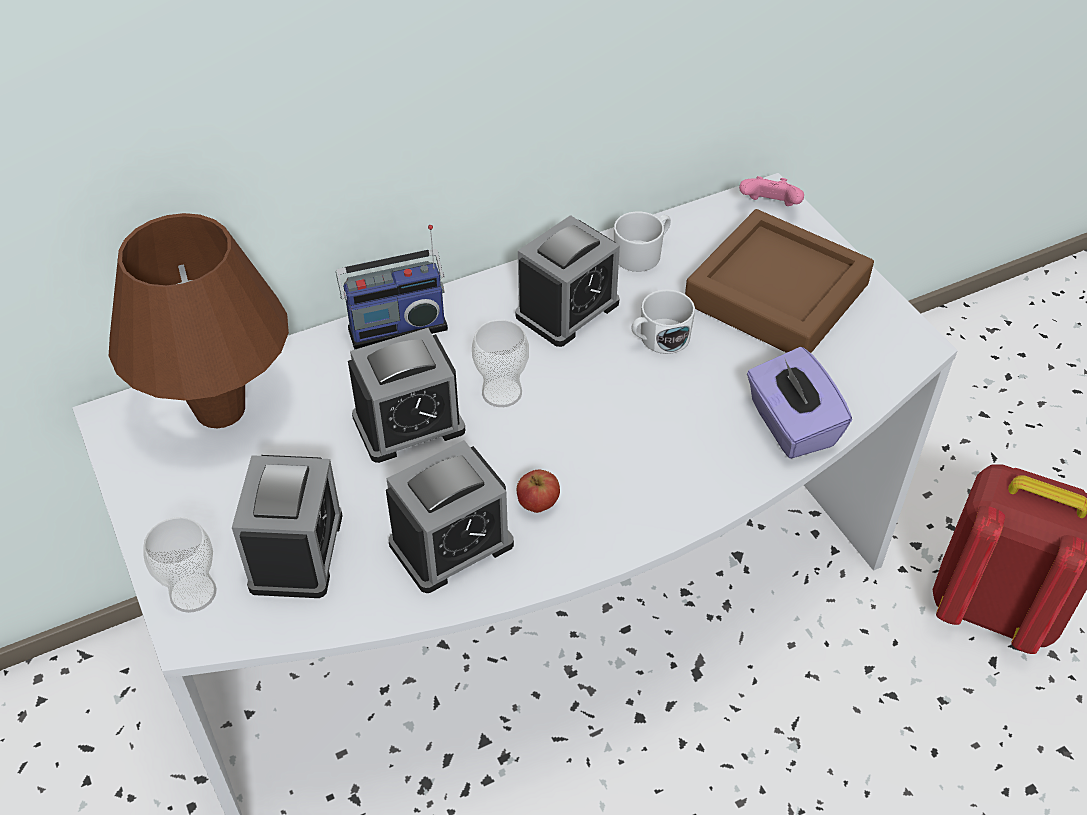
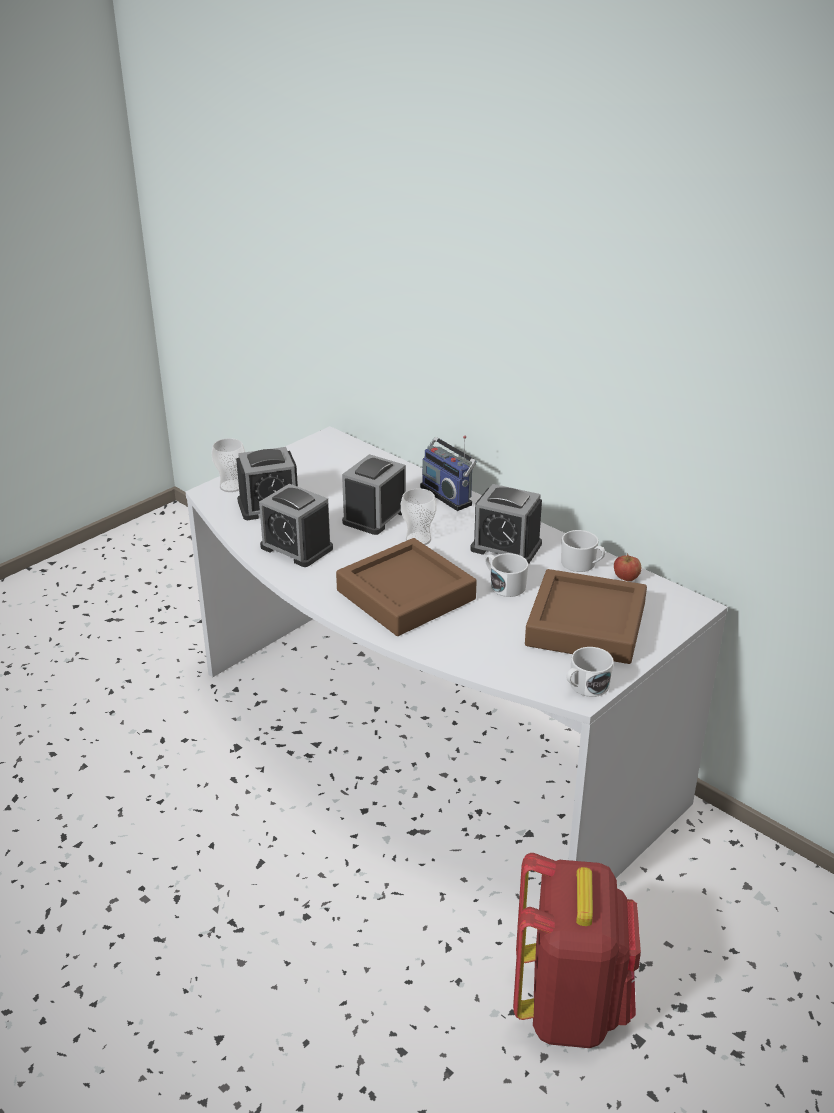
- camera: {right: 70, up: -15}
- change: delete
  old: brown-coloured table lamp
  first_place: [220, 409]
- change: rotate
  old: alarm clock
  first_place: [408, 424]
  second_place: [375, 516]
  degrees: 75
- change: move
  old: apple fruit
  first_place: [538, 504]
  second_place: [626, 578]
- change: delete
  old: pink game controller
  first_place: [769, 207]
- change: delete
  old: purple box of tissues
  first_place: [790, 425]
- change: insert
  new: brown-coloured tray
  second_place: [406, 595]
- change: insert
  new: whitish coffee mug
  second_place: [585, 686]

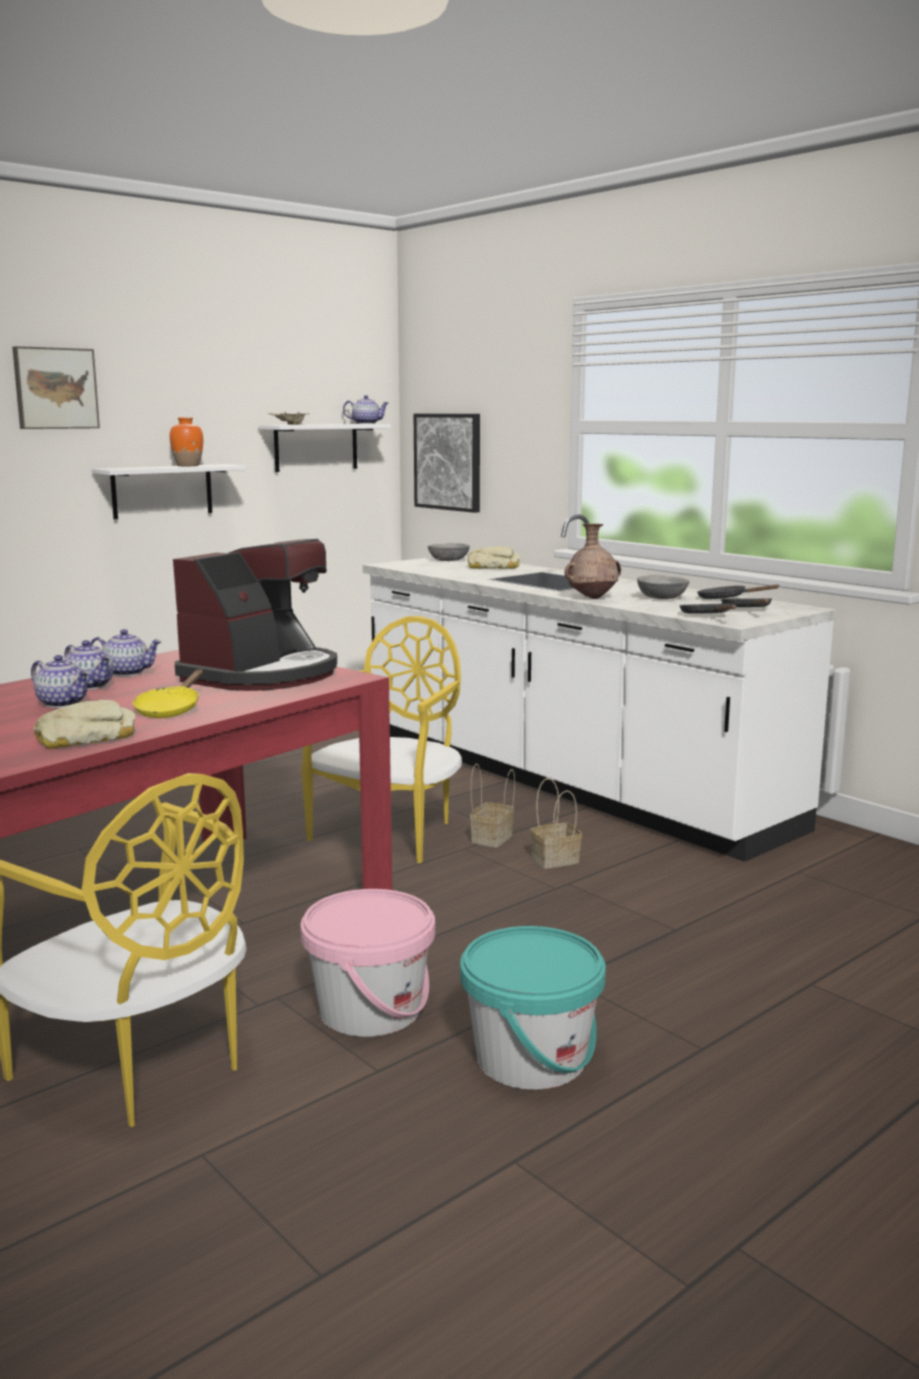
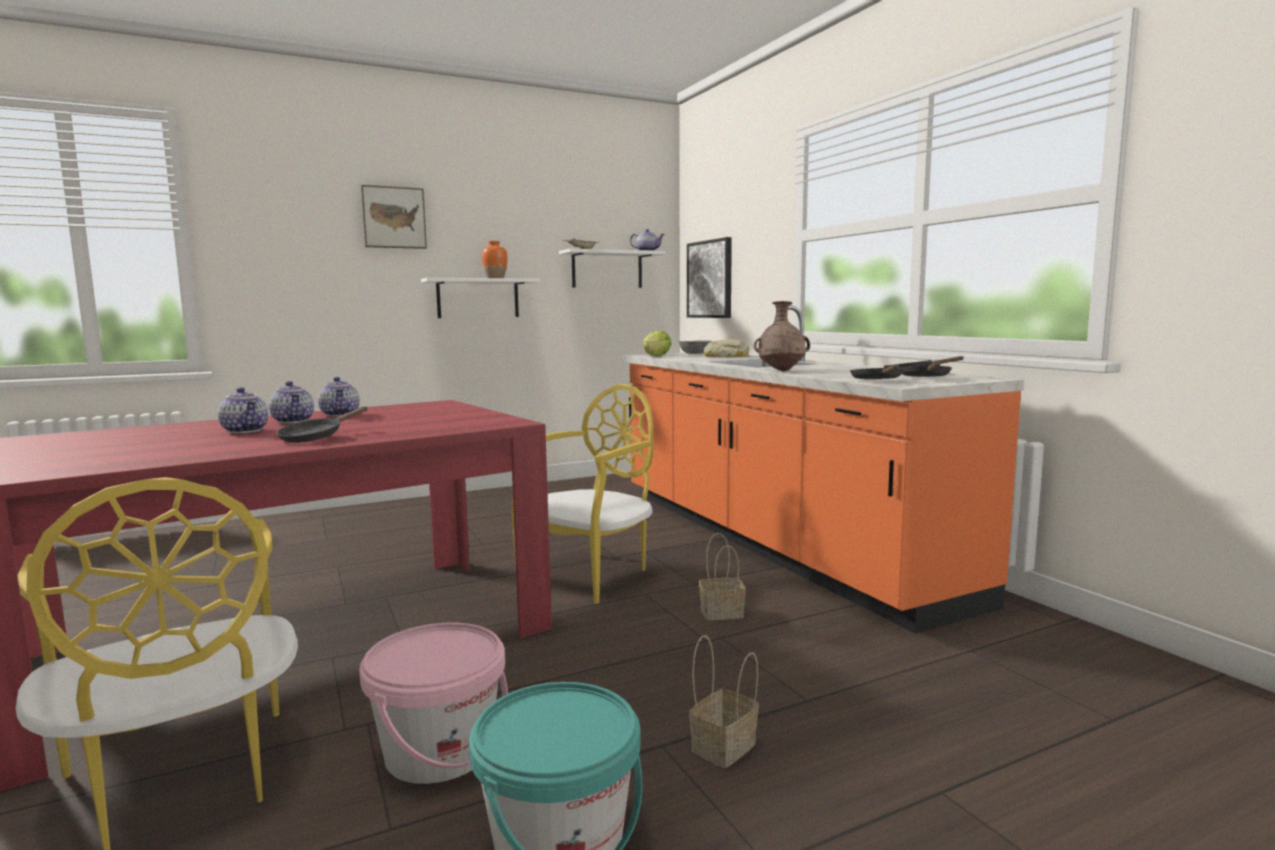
- camera: {right: 15, up: -5}
- change: delete
  old: bread
  first_place: [86, 738]
- change: rotate
  old: teapot
  first_place: [127, 673]
  second_place: [341, 414]
  degrees: 45
- change: recolor
  old: yellow-coloured frying pan
  new: black frying pan
  first_place: [170, 709]
  second_place: [316, 437]
- change: delete
  old: coffee machine
  first_place: [262, 675]
- change: recolor
  old: whitish kitchen base unit
  new: orangey kitchen base unit
  first_place: [564, 780]
  second_place: [772, 541]
- change: move
  old: household basket
  first_place: [492, 839]
  second_place: [723, 748]
- change: delete
  old: gray deep dish
  first_place: [661, 598]
- change: insert
  new: head of lettuce
  second_place: [656, 356]

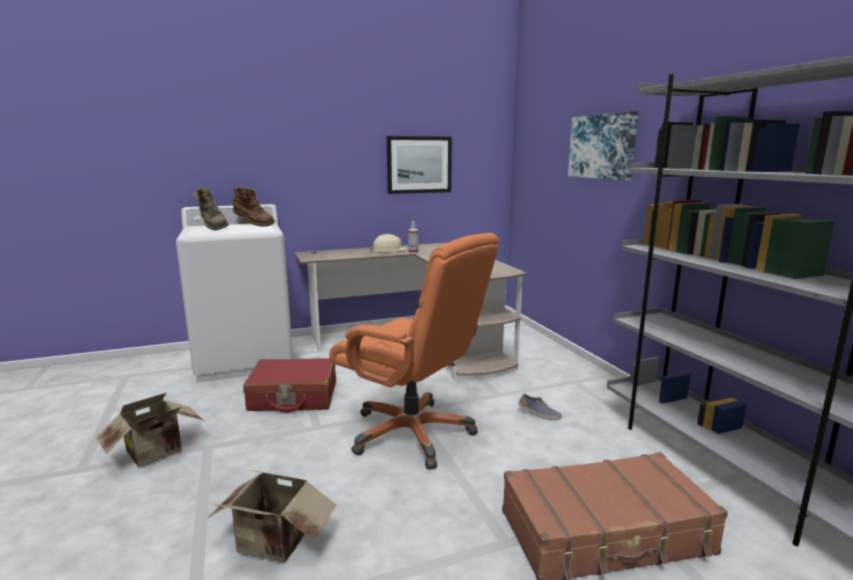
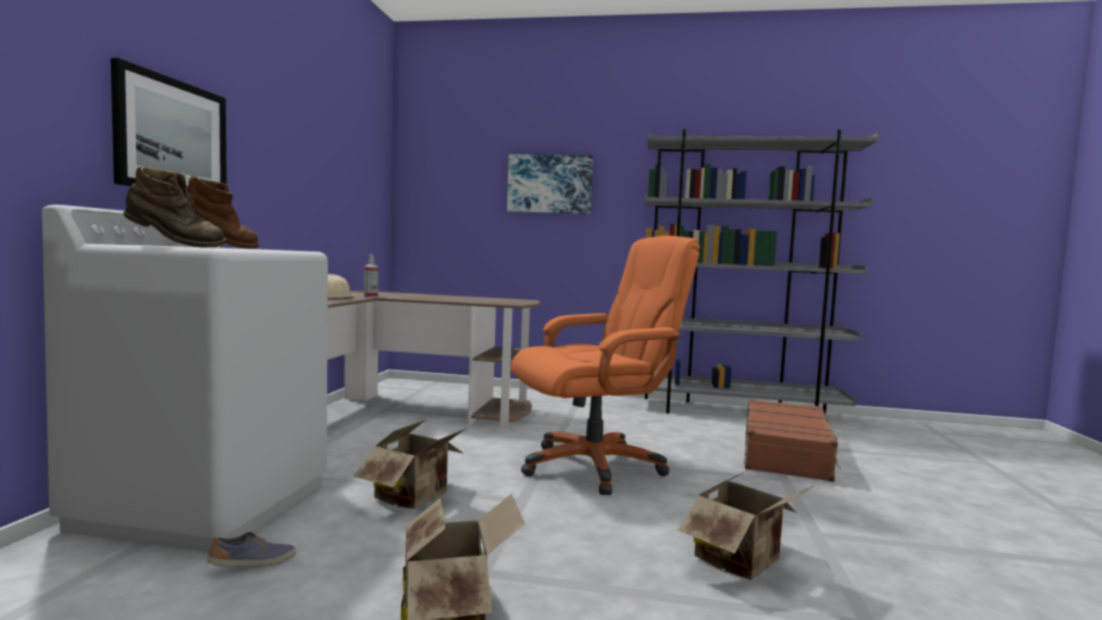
- camera: {right: -60, up: -10}
- change: replace
  old: red suitcase
  new: cardboard box
  first_place: [293, 397]
  second_place: [417, 497]
- change: move
  old: picture
  first_place: [419, 165]
  second_place: [172, 136]
- change: move
  old: low shoe
  first_place: [539, 414]
  second_place: [253, 565]

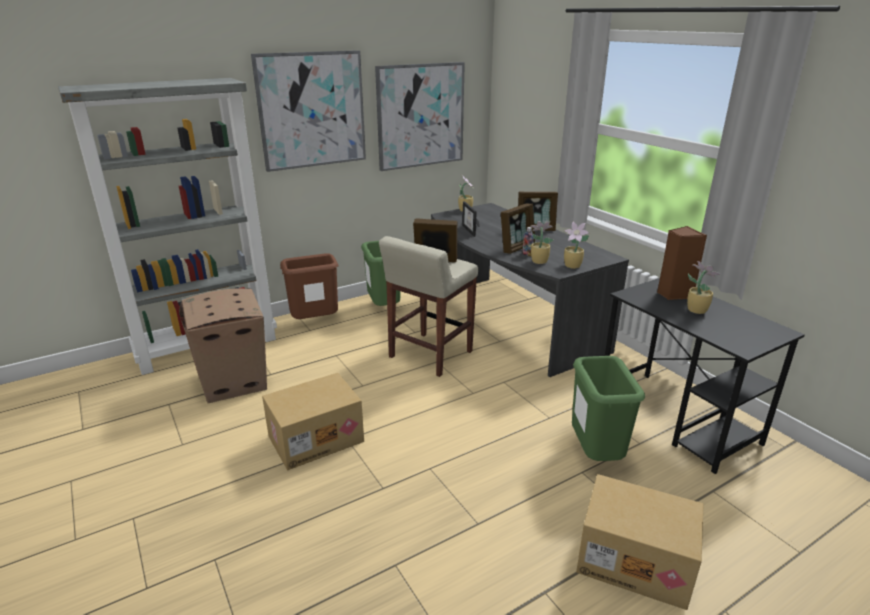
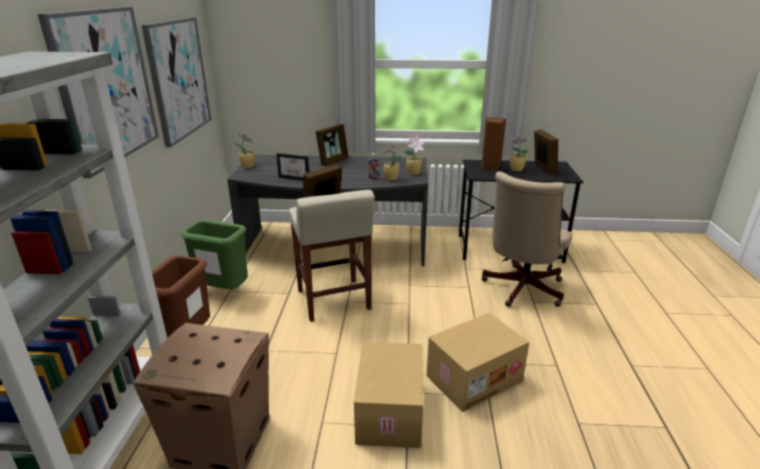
- camera: {right: -55, up: 0}
- change: move
  old: photo frame
  first_place: [517, 247]
  second_place: [543, 169]
- change: replace
  old: greenish trash can
  new: beige-coloured office chair
  first_place: [594, 455]
  second_place: [520, 290]
- change: move
  old: cardboard box
  first_place: [635, 560]
  second_place: [474, 377]

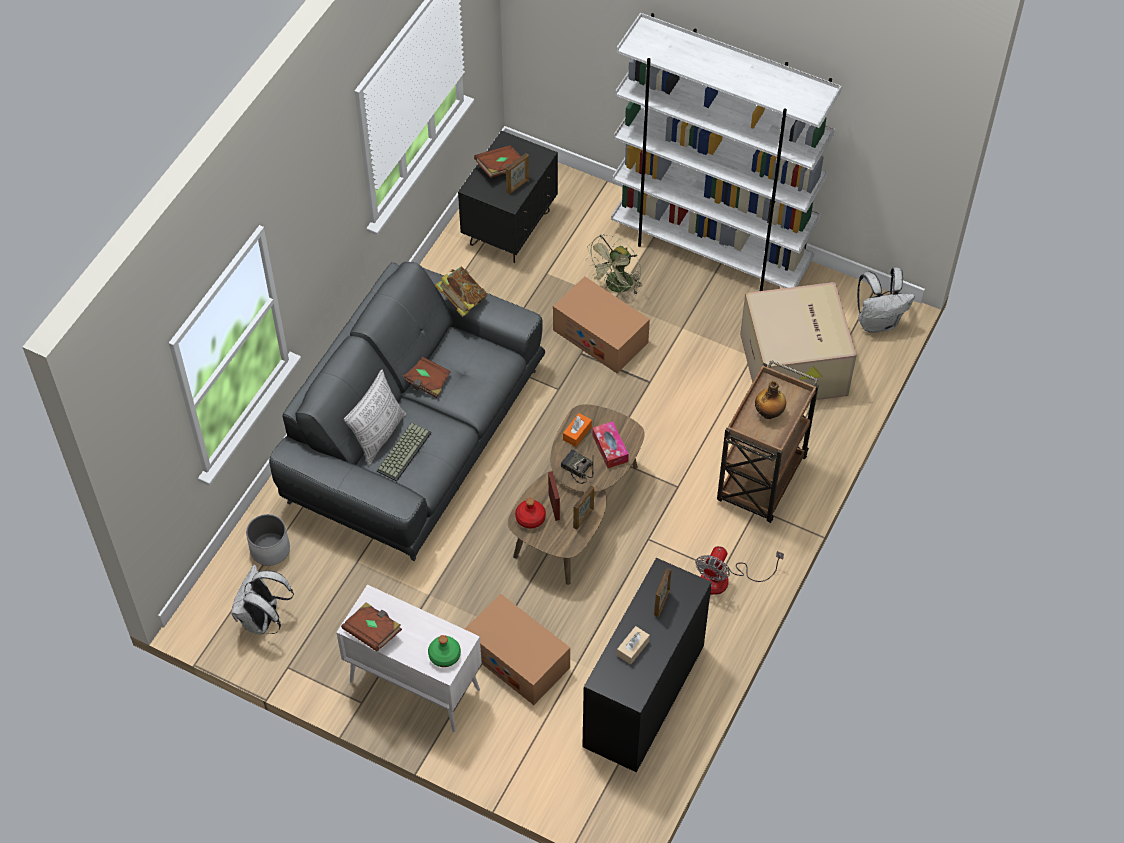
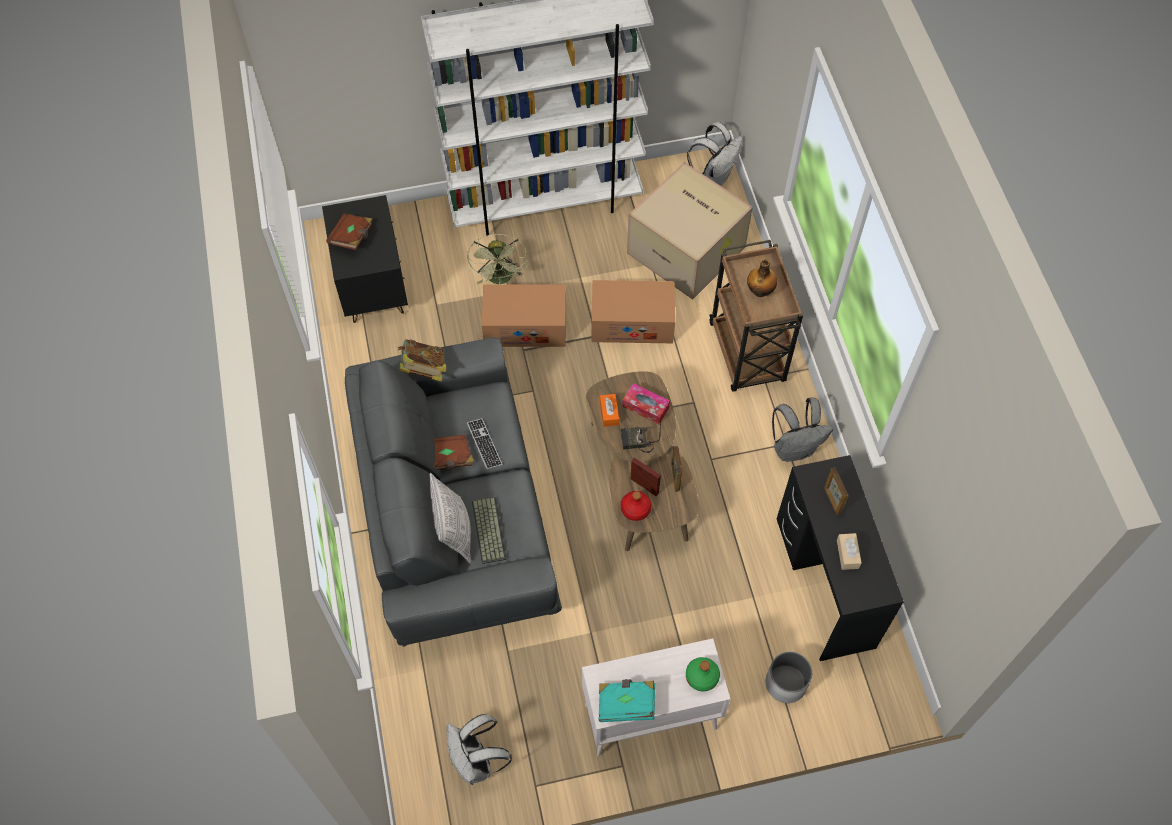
- camera: {right: -40, up: 5}
- change: move
  old: whitish planter
  first_place: [270, 549]
  second_place: [785, 683]
- change: recolor
  old: brown-coloured volume
  new: blue-green volume
  first_place: [373, 631]
  second_place: [626, 704]
- change: move
  old: cardboard box
  first_place: [517, 659]
  second_place: [632, 322]
- change: delete
  old: photo frame
  first_place: [518, 186]
- change: replace
  old: cooling fan
  new: gray rucksack
  first_place: [725, 580]
  second_place: [794, 448]
- change: insert
  new: PC keyboard
  second_place: [484, 444]

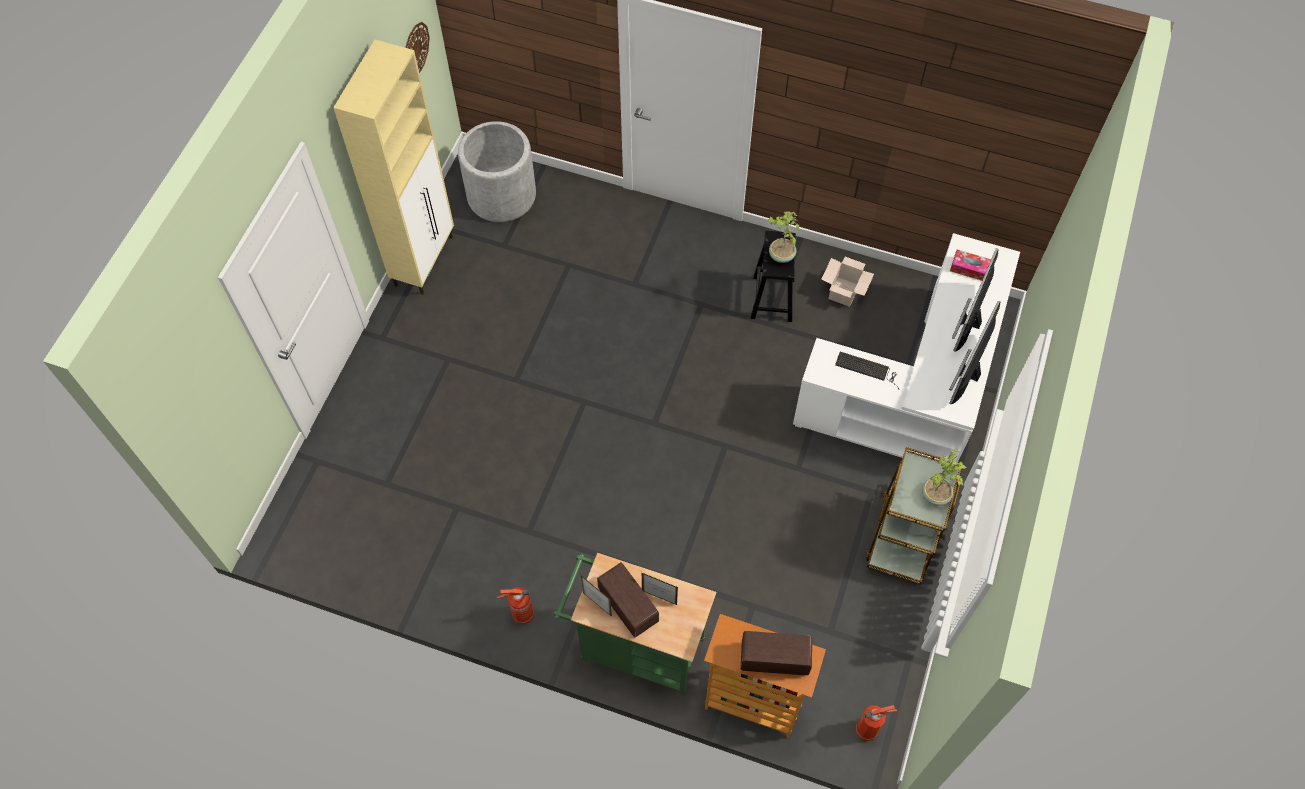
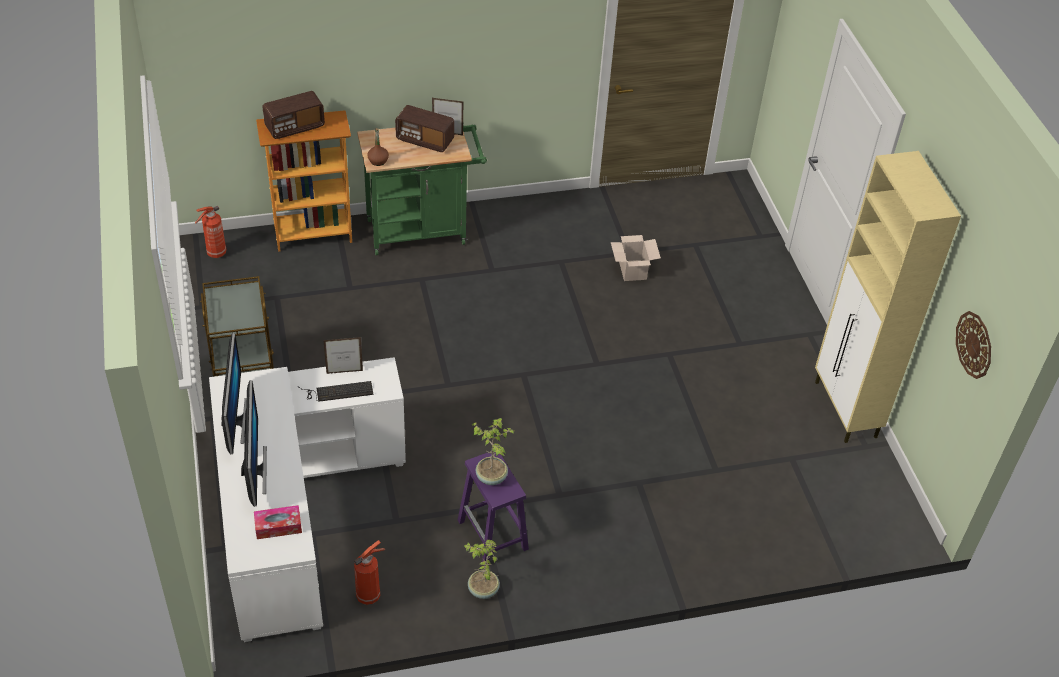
- camera: {right: 145, up: -15}
- change: delete
  old: gray planter
  first_place: [502, 195]
- change: move
  old: fire extinguisher
  first_place: [521, 615]
  second_place: [369, 594]
- change: move
  old: photo frame
  first_place: [659, 598]
  second_place: [344, 372]
- change: recolor
  old: black sitting stool
  new: purple sitting stool
  first_place: [772, 297]
  second_place: [493, 535]
- change: move
  old: cardboard box
  first_place: [844, 293]
  second_place: [632, 270]
- change: move
  old: plant in a pot
  first_place: [936, 495]
  second_place: [482, 590]
- change: insert
  new: brown-coloured bottle
  second_place: [378, 161]

